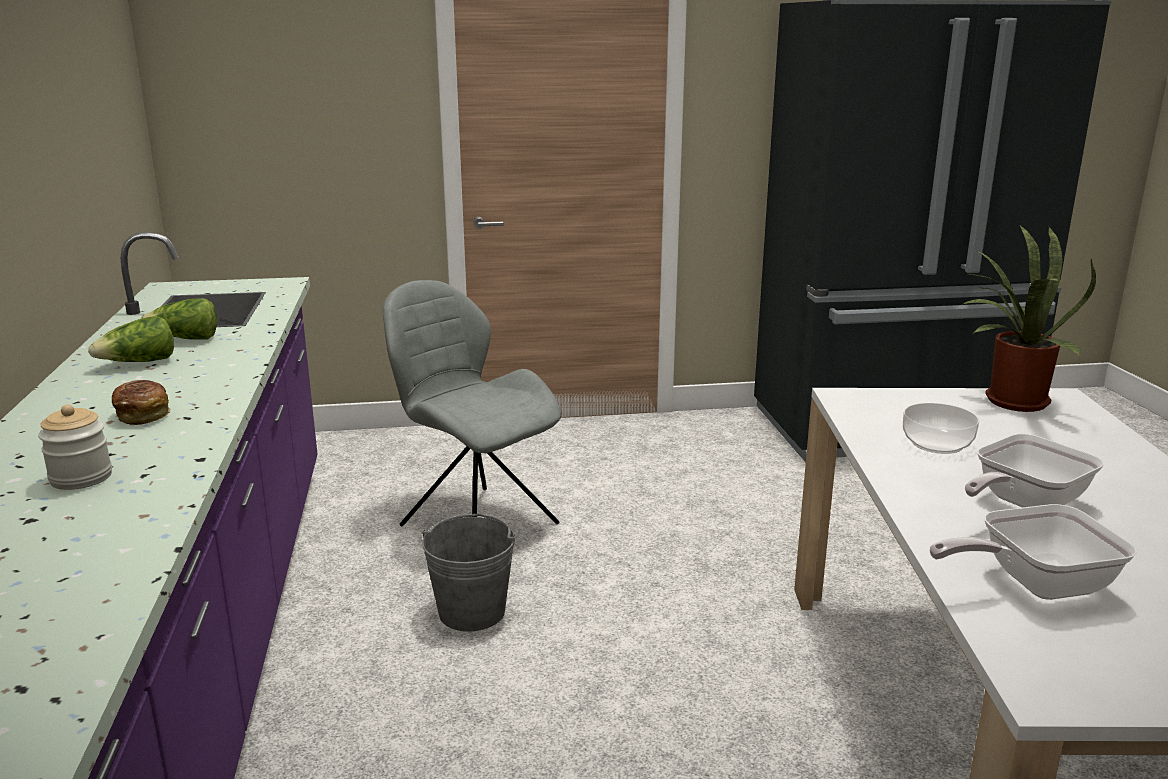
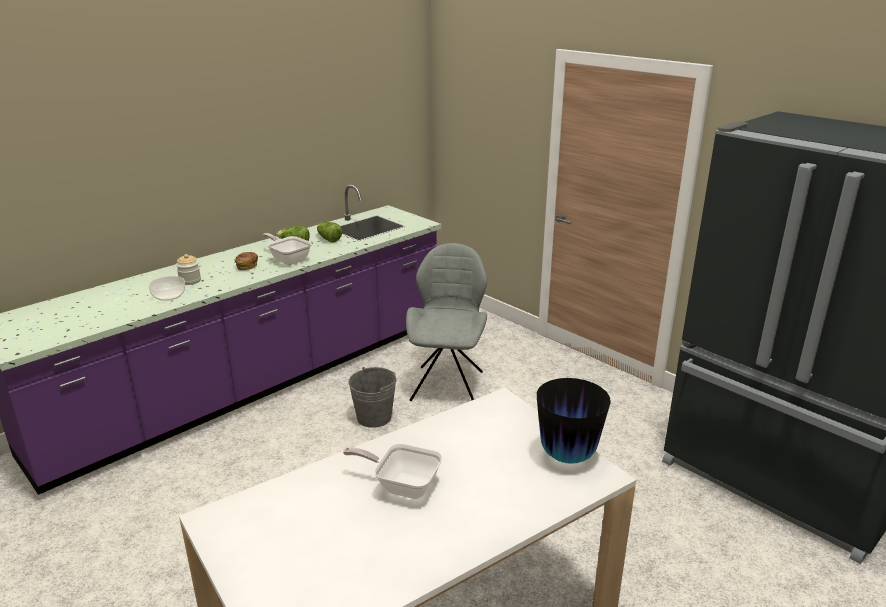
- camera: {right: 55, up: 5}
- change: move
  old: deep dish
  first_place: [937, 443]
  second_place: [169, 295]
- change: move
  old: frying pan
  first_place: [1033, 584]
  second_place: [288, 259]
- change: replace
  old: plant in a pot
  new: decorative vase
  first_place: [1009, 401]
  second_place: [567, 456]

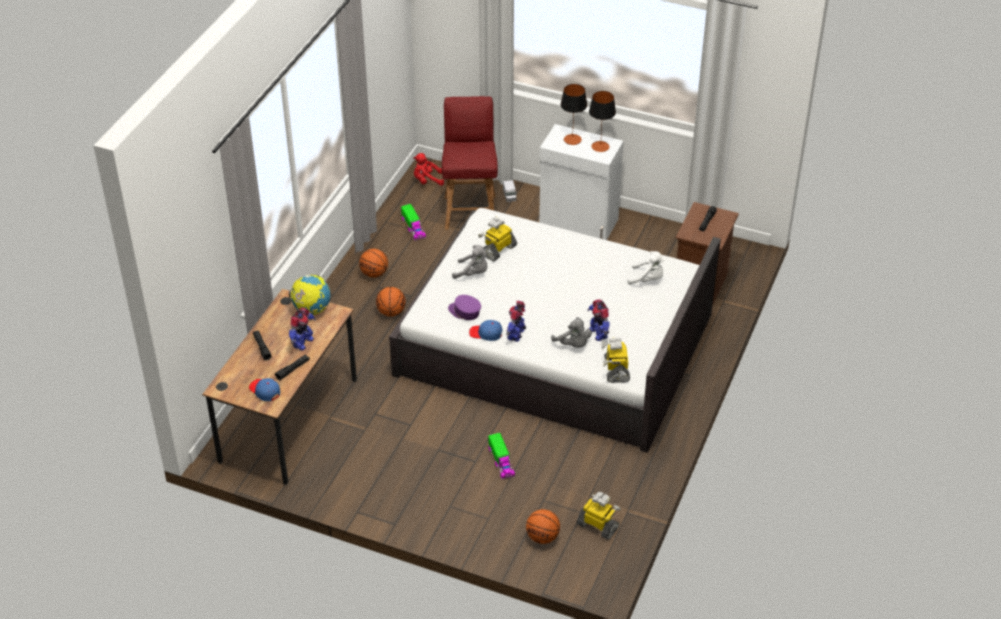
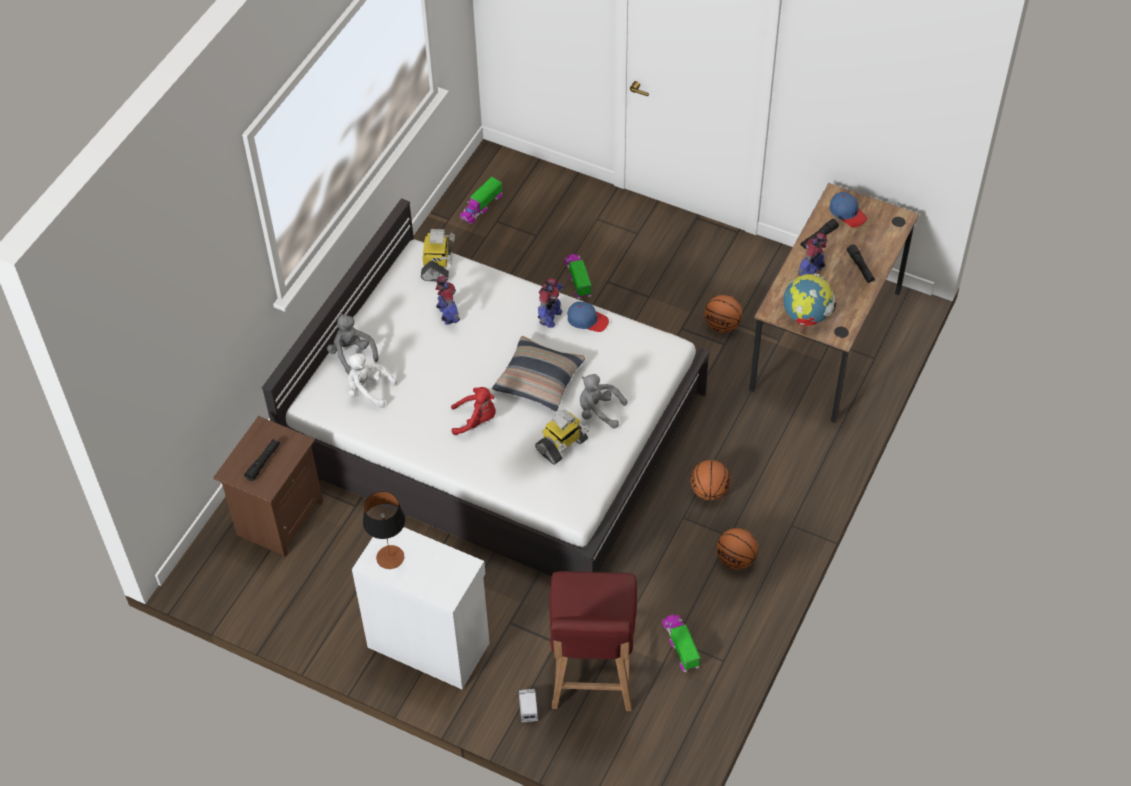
- camera: {right: -175, up: 10}
- change: move
  old: red soft toy
  first_place: [427, 181]
  second_place: [476, 420]
- change: delete
  old: purple peaked cap
  first_place: [464, 312]
- change: move
  old: basketball ball
  first_place: [542, 537]
  second_place: [722, 325]
- change: move
  old: gray soft toy
  first_place: [573, 344]
  second_place: [352, 354]
- change: delete
  old: table lamp
  first_place: [572, 139]
- change: replace
  old: model robot
  new: toy truck
  first_place: [598, 525]
  second_place: [481, 207]
- change: insert
  new: pillow
  second_place: [539, 379]

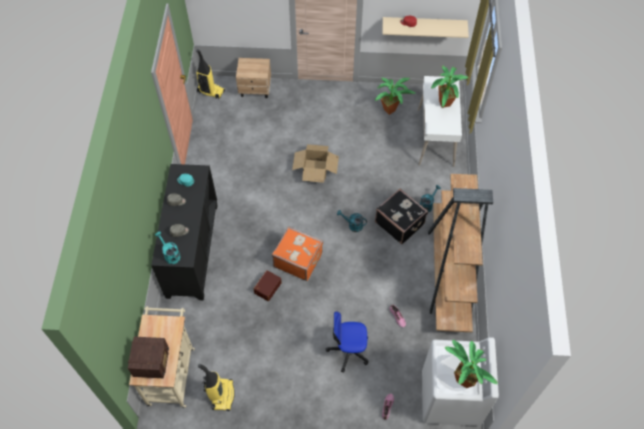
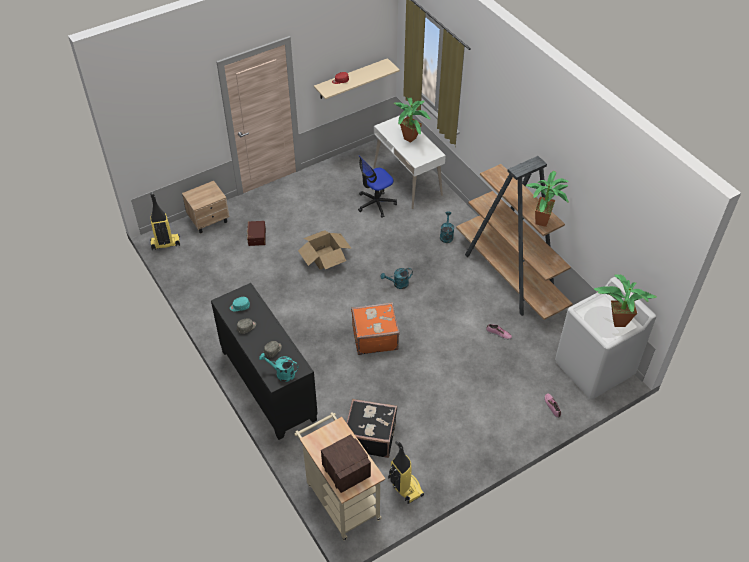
- camera: {right: -35, up: -10}
- change: move
  old: brown-coloured storage box
  first_place: [267, 287]
  second_place: [256, 237]
- change: move
  old: office chair
  first_place: [348, 350]
  second_place: [376, 203]
- change: move
  old: plant in a pot
  first_place: [392, 110]
  second_place: [544, 220]
- change: move
  old: black suitcase
  first_place: [400, 222]
  second_place: [370, 436]

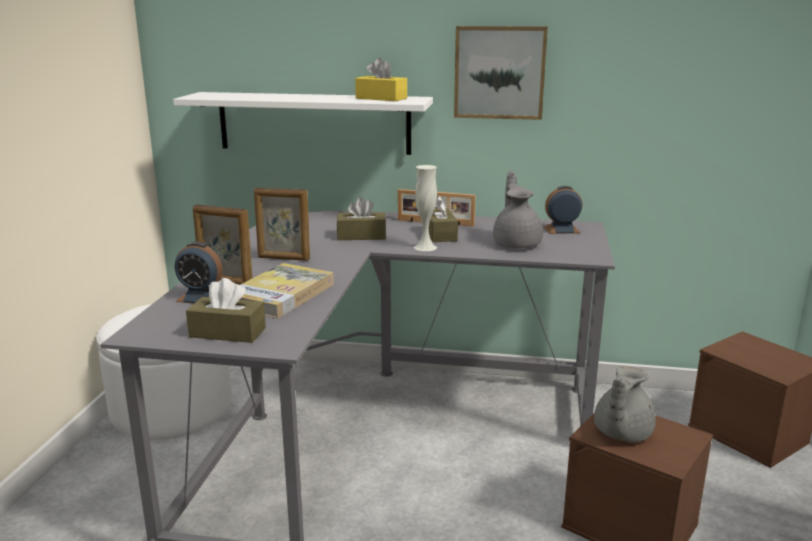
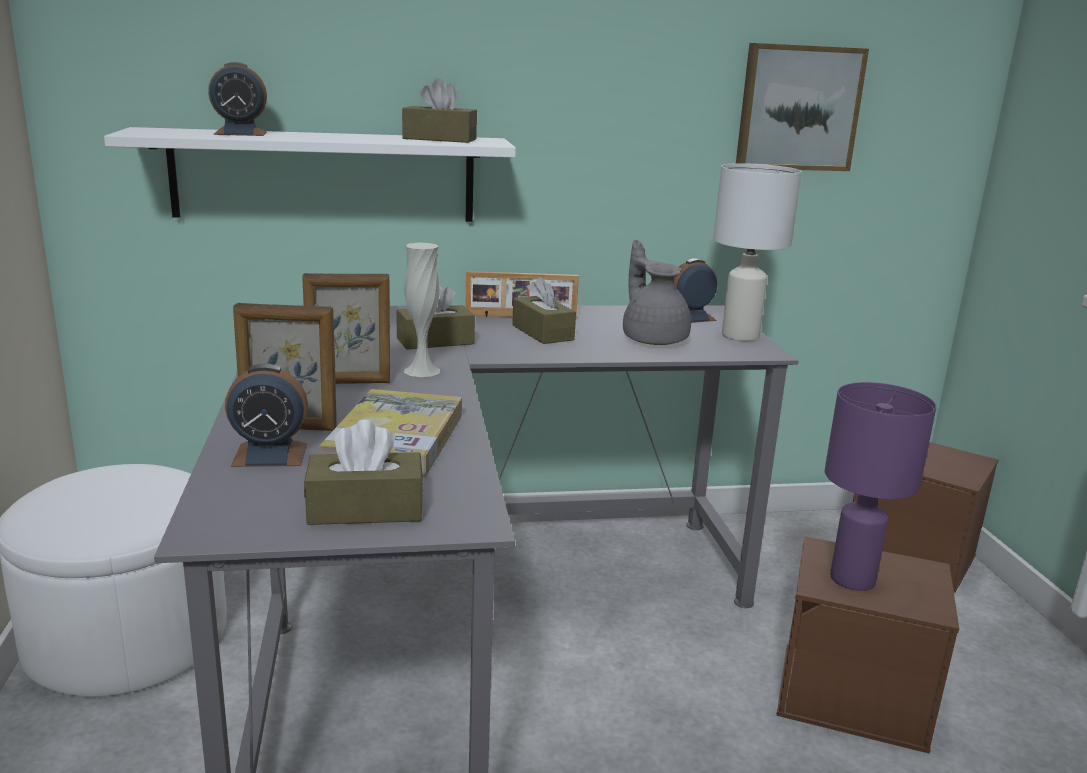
- camera: {right: -20, up: 0}
- change: recolor
  old: yellow-coloured box of tissues
  new: brown-coloured box of tissues
  first_place: [381, 98]
  second_place: [439, 139]
- change: move
  old: whitish decorative vase
  first_place: [425, 247]
  second_place: [422, 371]
- change: move
  old: picture
  first_place: [499, 72]
  second_place: [797, 108]
- change: replace
  old: gray teapot
  new: purple table lamp
  first_place: [620, 433]
  second_place: [851, 579]
- change: insert
  new: alarm clock
  second_place: [240, 133]
- change: insert
  new: whitish table lamp
  second_place: [739, 336]

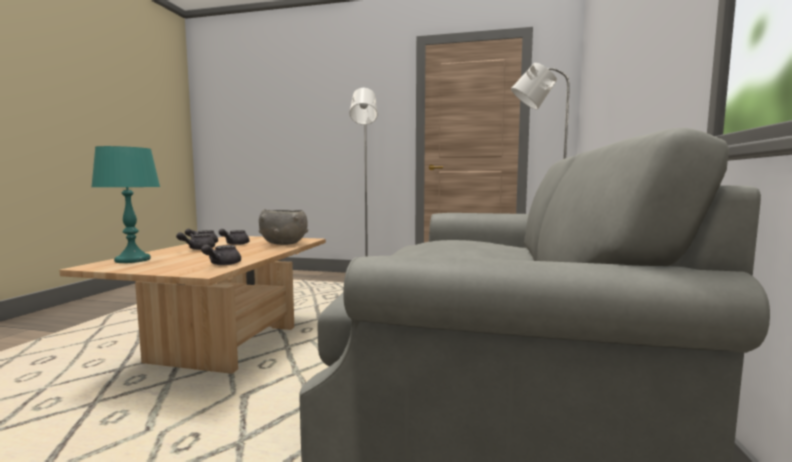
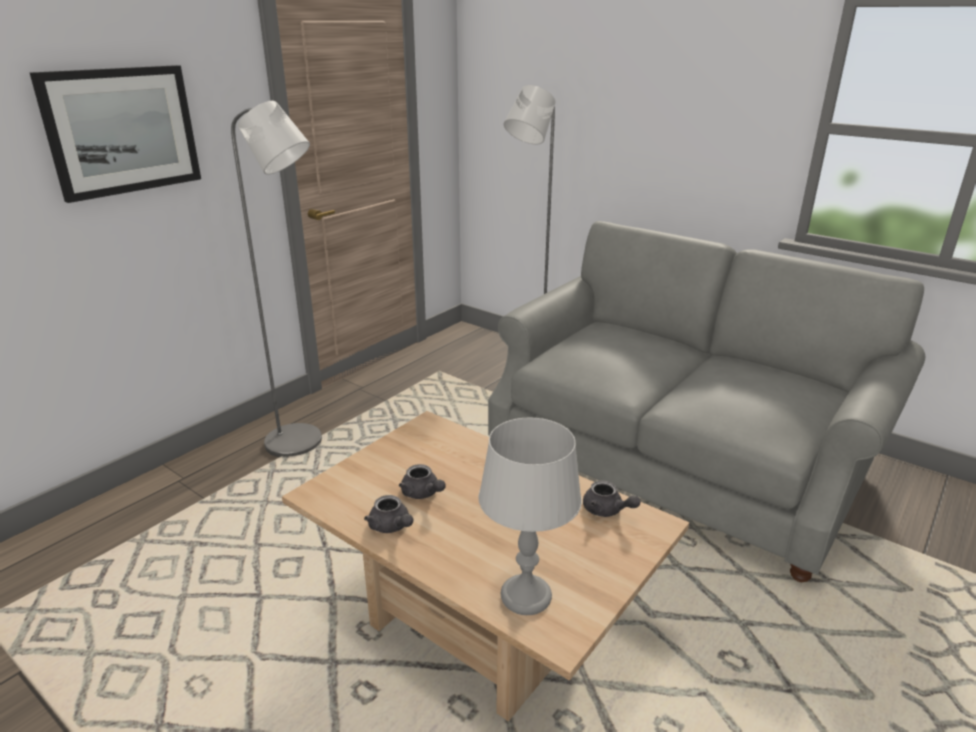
- camera: {right: -65, up: 20}
- change: recolor
  old: blue-green table lamp
  new: gray table lamp
  first_place: [133, 260]
  second_place: [526, 596]
- change: delete
  old: gray teapot
  first_place: [198, 249]
- change: delete
  old: gray deep dish
  first_place: [284, 243]
- change: insert
  new: picture
  second_place: [122, 131]

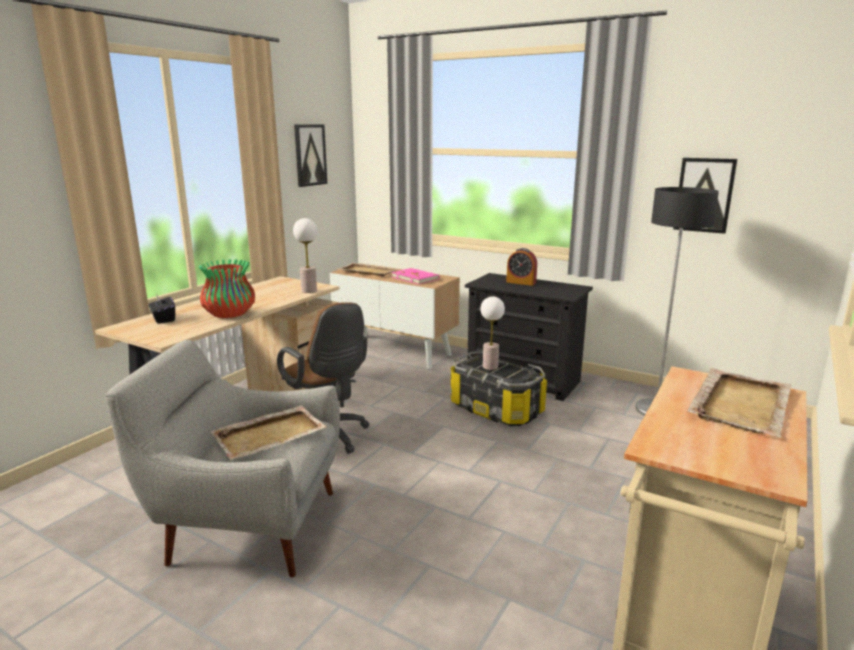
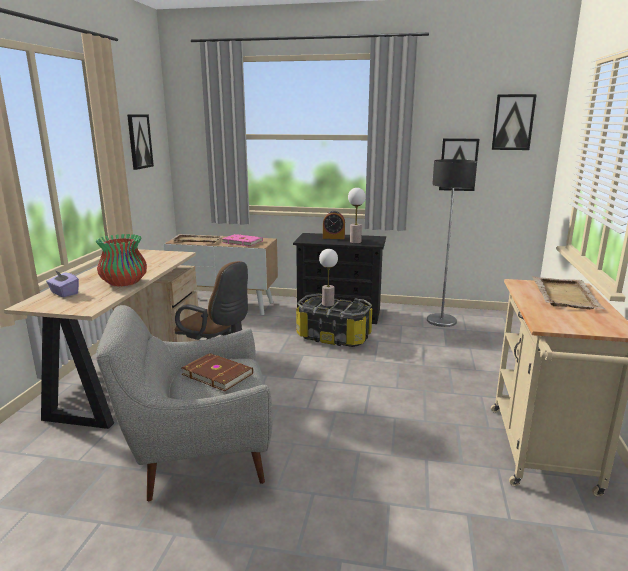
- camera: {right: -20, up: 0}
- change: recolor
  old: black box of tissues
  new: purple box of tissues
  first_place: [163, 319]
  second_place: [64, 293]
- change: replace
  old: beige-coloured tray
  new: brown-coloured volume
  first_place: [270, 434]
  second_place: [218, 373]
- change: move
  old: table lamp
  first_place: [309, 291]
  second_place: [355, 242]
- change: insert
  new: picture
  second_place: [513, 122]

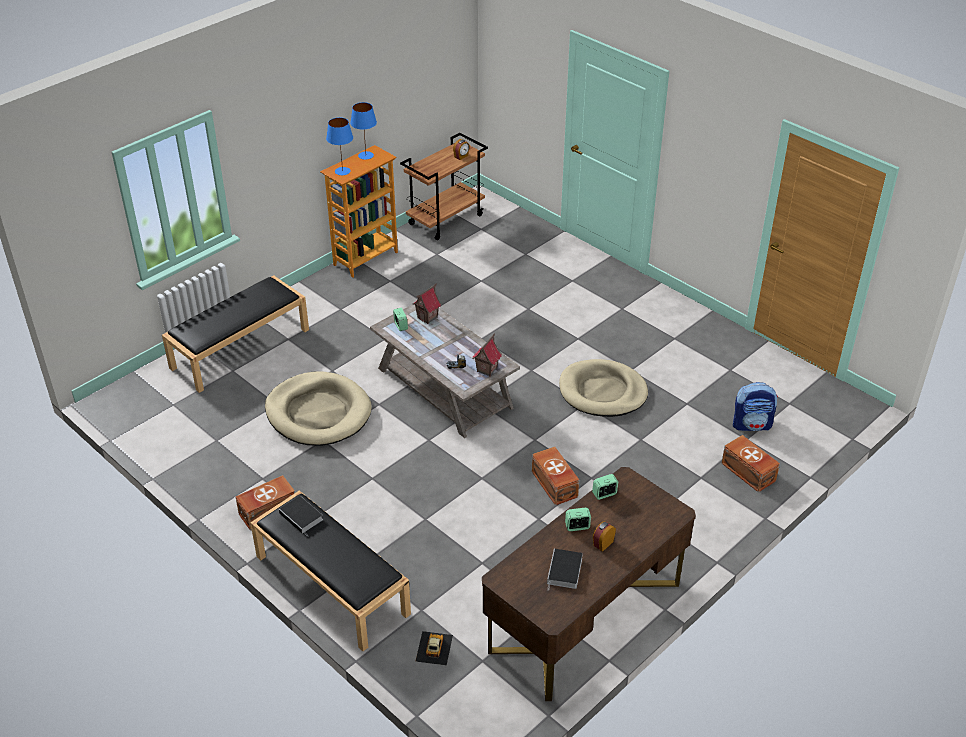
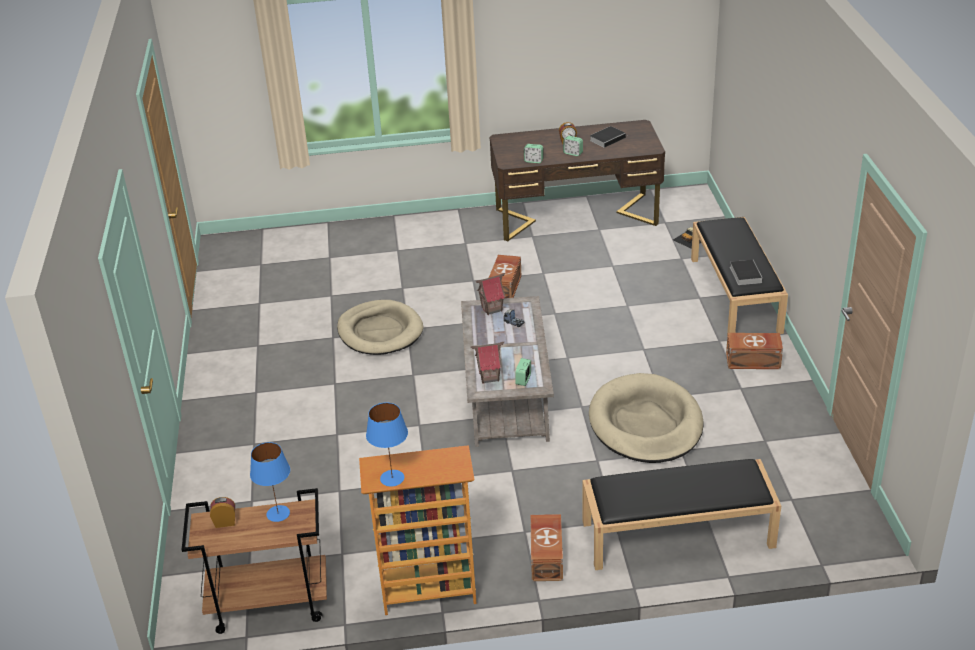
- camera: {right: -140, up: -5}
- change: move
  old: blue-coloured table lamp
  first_place: [342, 171]
  second_place: [277, 514]
- change: move
  old: brown-coloured storage box
  first_place: [748, 473]
  second_place: [547, 557]
- change: delete
  old: rucksack
  first_place: [752, 425]

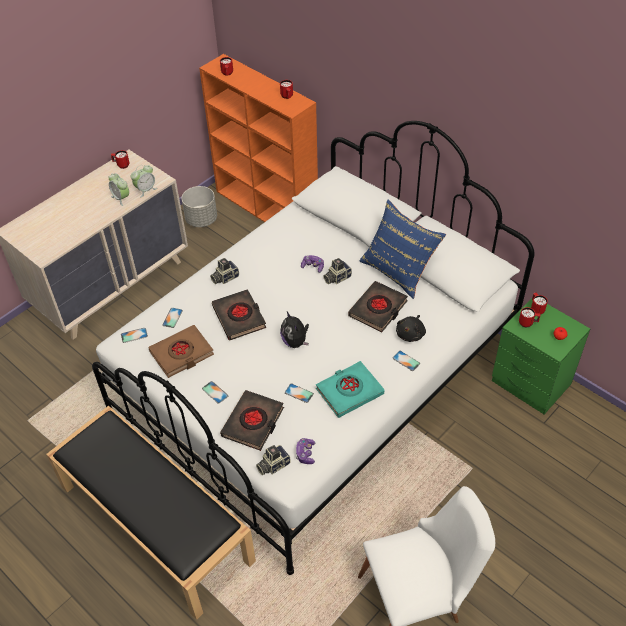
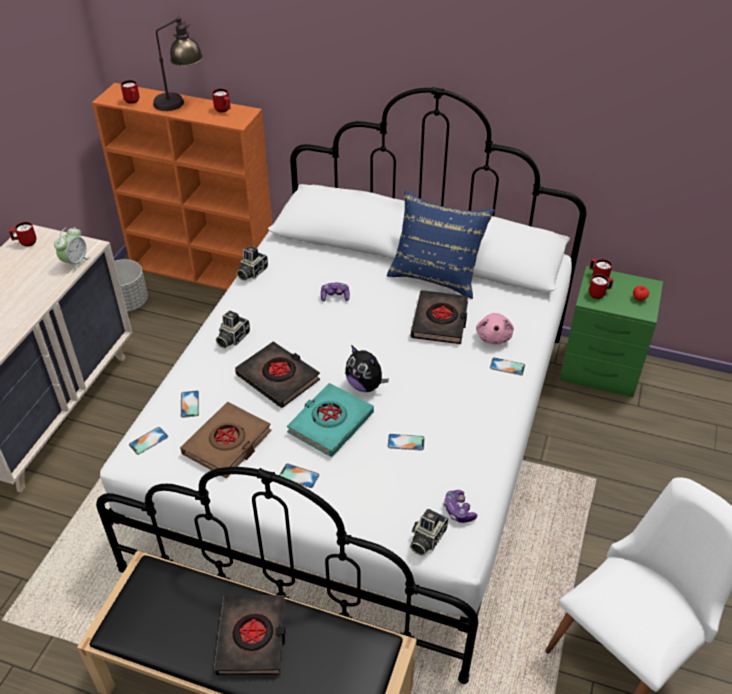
- camera: {right: -25, up: -5}
- change: delete
  old: alarm clock
  first_place: [121, 198]
- change: move
  old: black volume
  first_place: [253, 423]
  second_place: [252, 638]
- change: move
  old: blue-green volume
  first_place: [349, 391]
  second_place: [330, 423]
- change: move
  old: photo camera
  first_place: [336, 277]
  second_place: [251, 272]
- change: recolor
  old: black soft toy
  new: pink soft toy
  first_place: [411, 334]
  second_place: [494, 336]
- change: insert
  new: table lamp
  second_place: [181, 102]

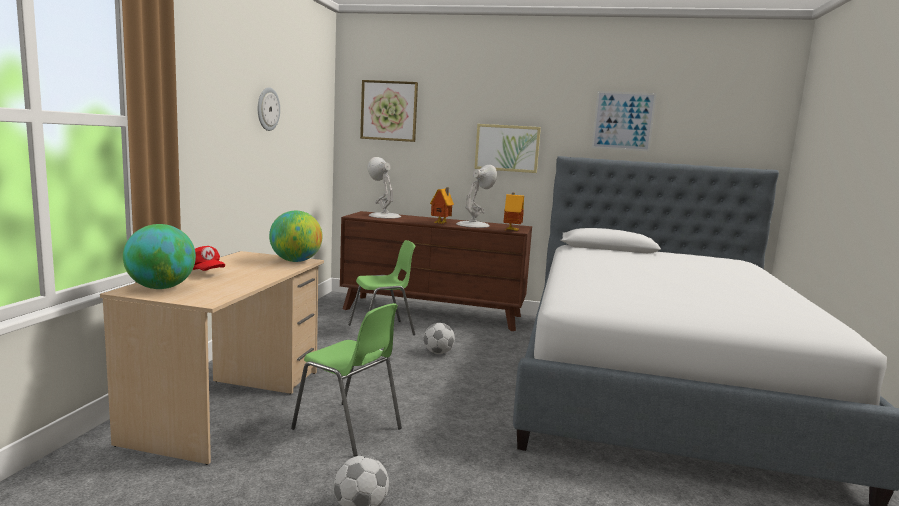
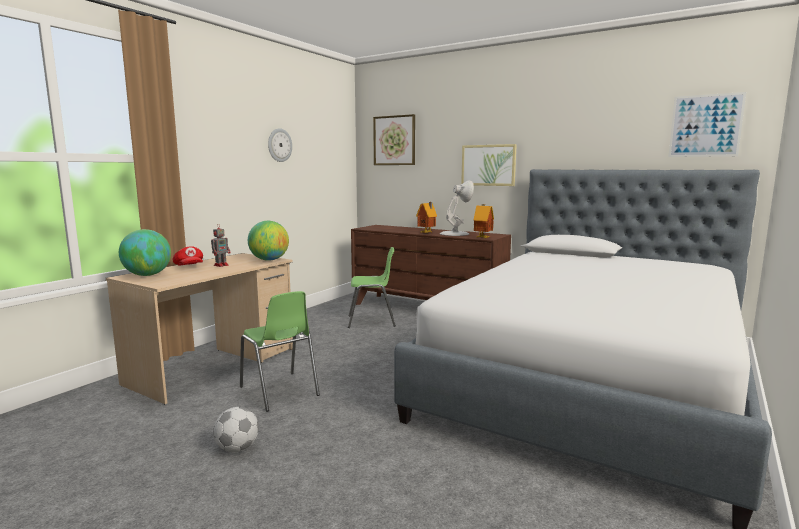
- camera: {right: 20, up: 0}
- change: delete
  old: whitish table lamp
  first_place: [384, 216]
- change: delete
  old: football
  first_place: [438, 353]
- change: move
  old: picture
  first_place: [623, 121]
  second_place: [705, 125]
- change: insert
  new: model robot
  second_place: [221, 265]

